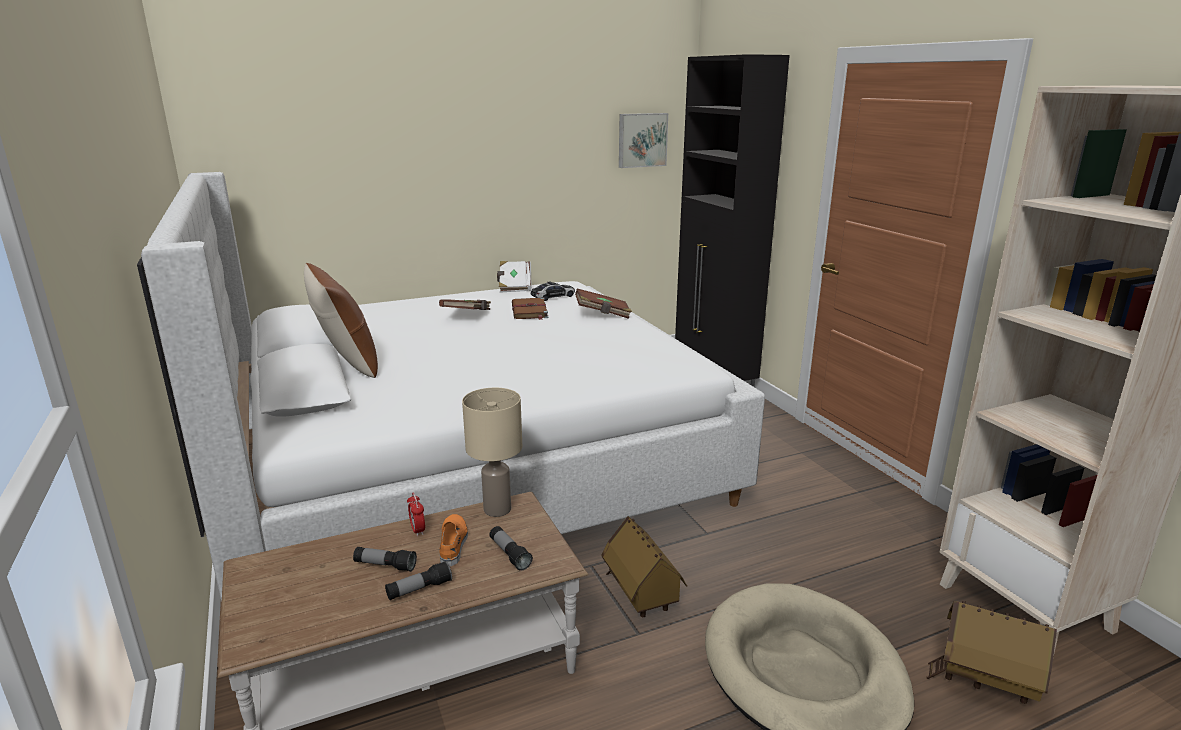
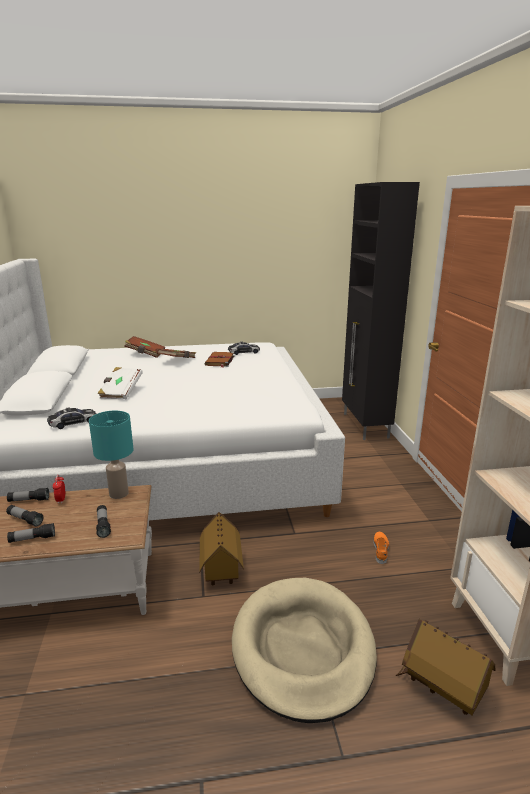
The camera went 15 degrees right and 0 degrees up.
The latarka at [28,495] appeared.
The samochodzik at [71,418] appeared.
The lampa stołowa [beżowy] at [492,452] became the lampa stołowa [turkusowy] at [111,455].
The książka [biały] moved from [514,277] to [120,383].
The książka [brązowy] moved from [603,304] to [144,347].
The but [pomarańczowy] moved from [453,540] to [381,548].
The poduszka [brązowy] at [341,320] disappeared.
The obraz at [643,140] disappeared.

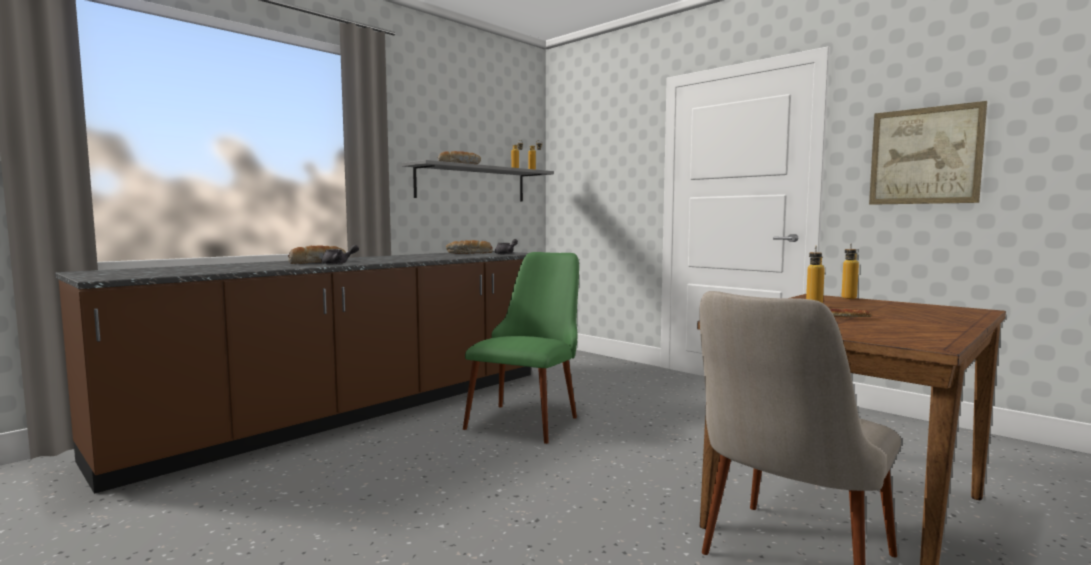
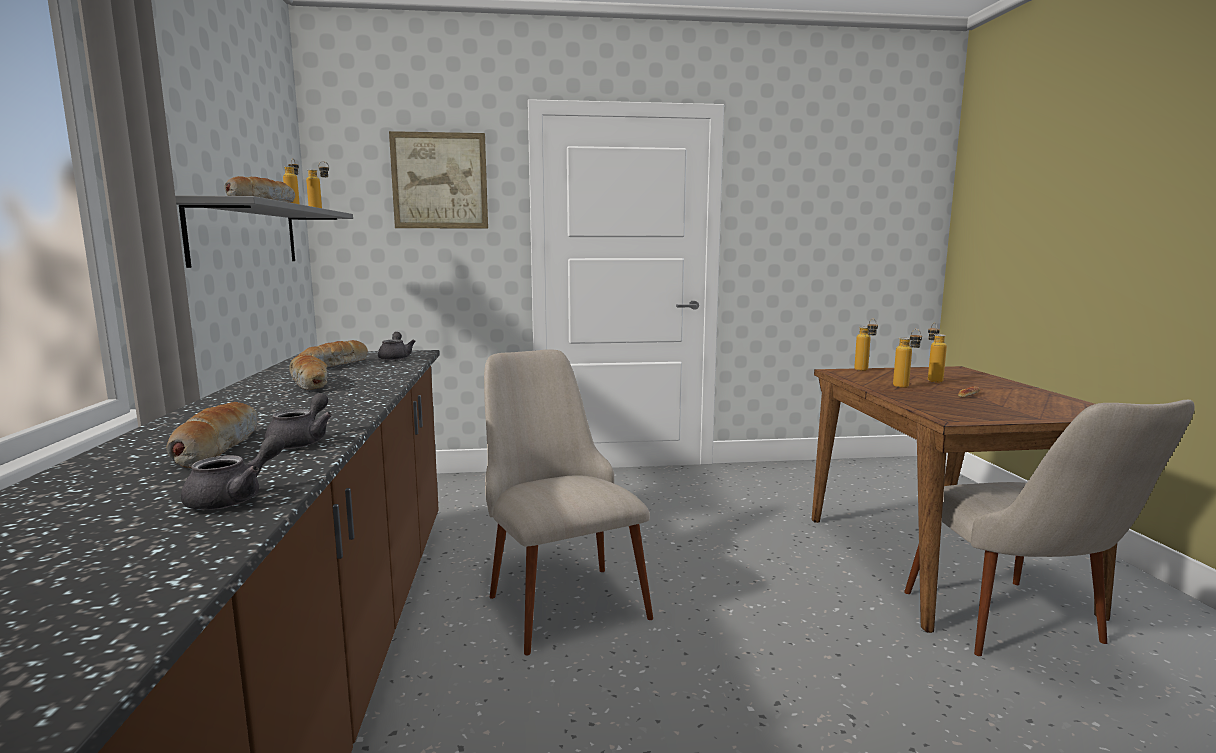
The camera went 50 degrees left and 5 degrees up.
The imbryk [szary] at [233,472] appeared.
The chleb at [308,372] appeared.
The obraz moved from [928,153] to [438,180].
The krzesło [zielony] at [521,348] became the krzesło [beżowy] at [568,502].
The butelka at [937,353] appeared.

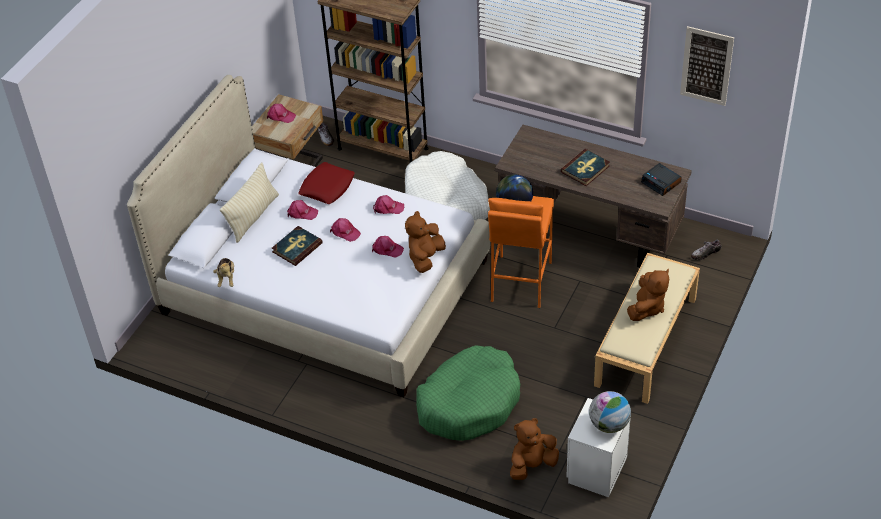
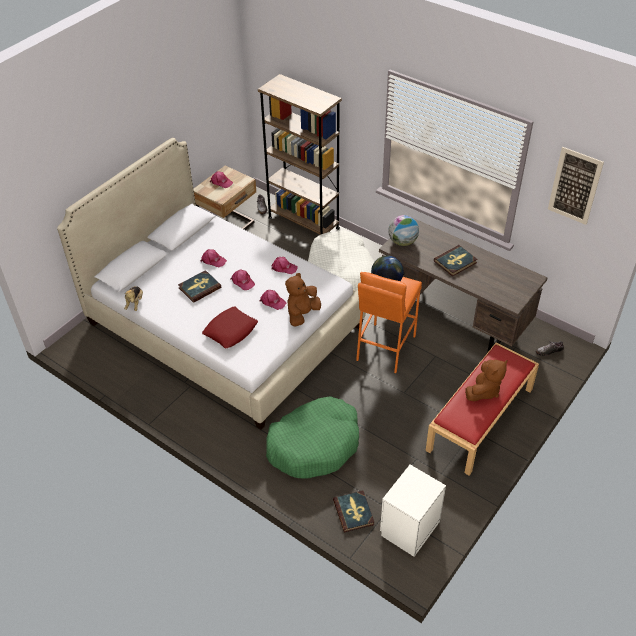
The camera went 10 degrees right and 0 degrees up.
The poduszka [czerwony] moved from [326,183] to [230,327].
The pluszak [brązowy] at [534,449] was replaced by the książka at [353,511].
The globus moved from [610,412] to [403,230].
The ławka [beżowy] at [647,328] became the ławka [czerwony] at [482,409].
The poduszka [beżowy] at [249,203] disappeared.
The budzik at [661,179] disappeared.

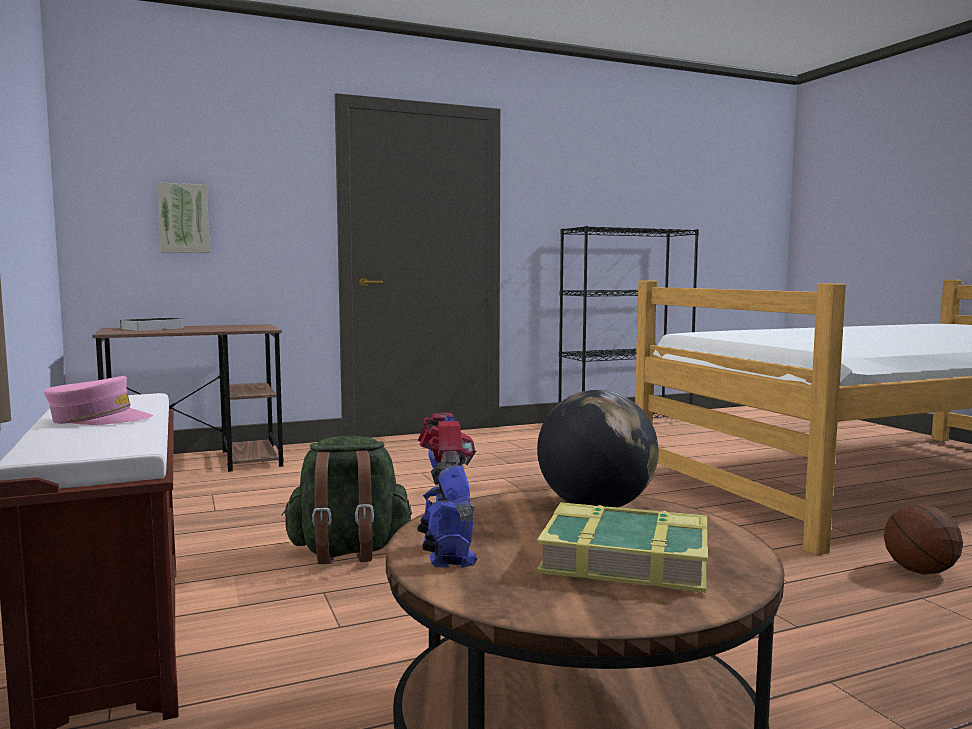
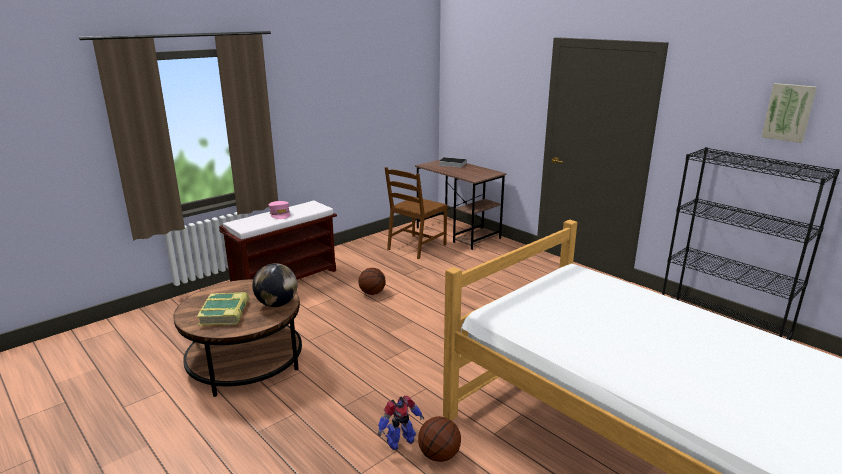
The camera went 70 degrees right and 15 degrees up.
The plecak [zielony] at [347,500] was replaced by the piłka do koszykówki at [372,281].
The robot zabawkowy moved from [447,490] to [401,423].
The krzesło [brązowy] at [416,213] appeared.
The obraz moved from [183,217] to [789,113].

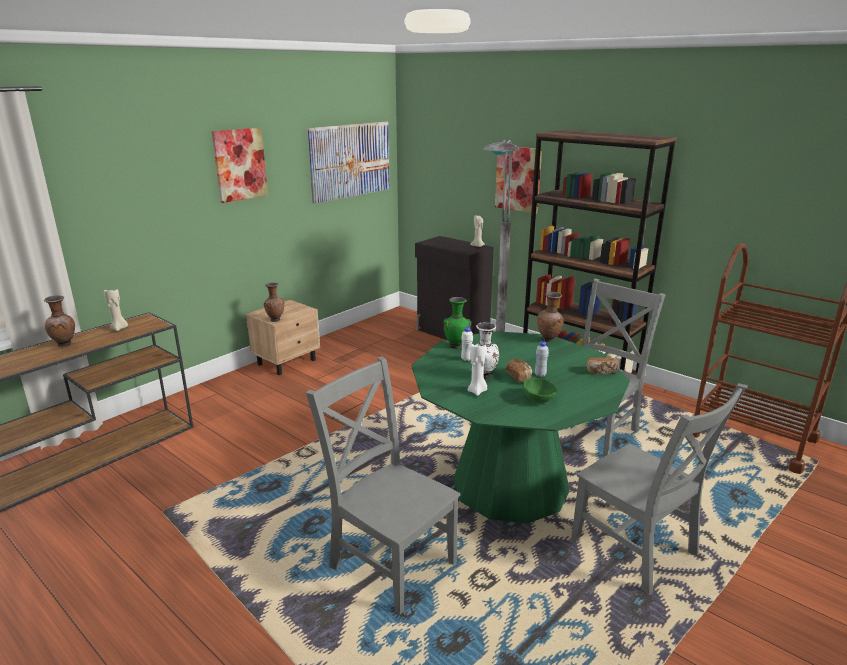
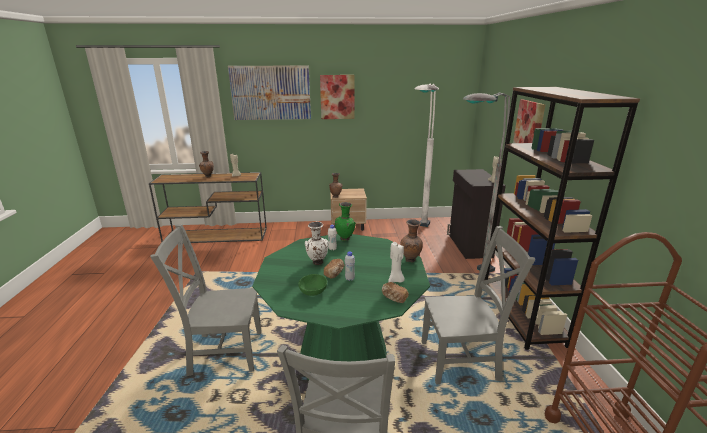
The camera went 45 degrees right and 0 degrees up.
The krzesło [szary] at [383,485] turned 90 degrees counterclockwise.
The obraz moved from [348,163] to [269,92].
The świeca [biały] moved from [477,370] to [396,262].
The lampa stojąca [biały] at [427,155] appeared.

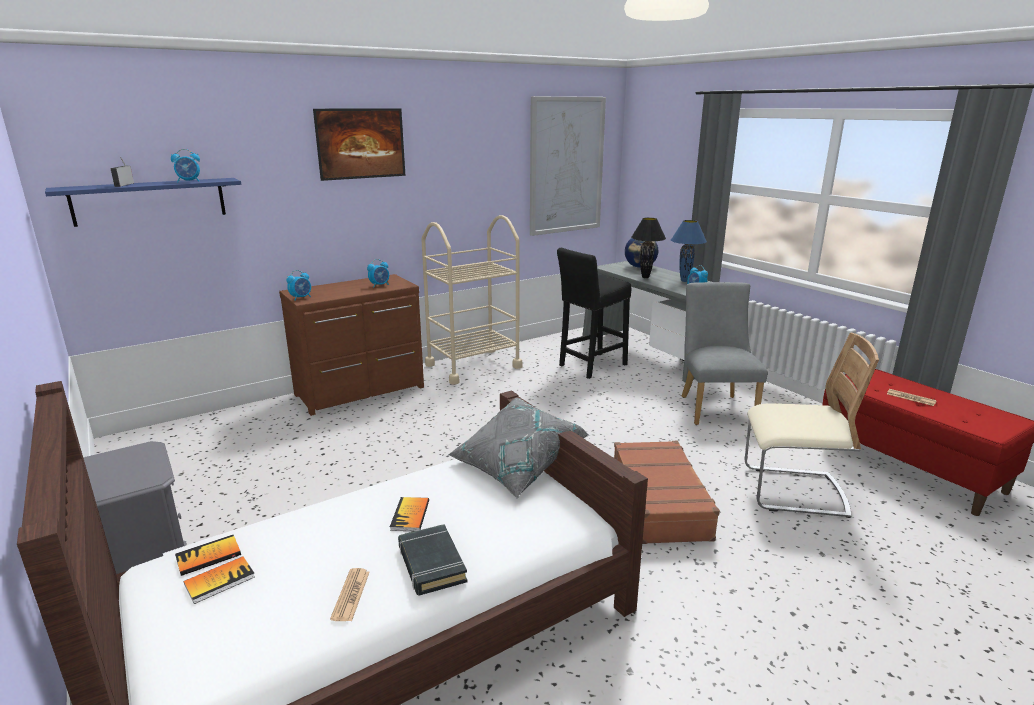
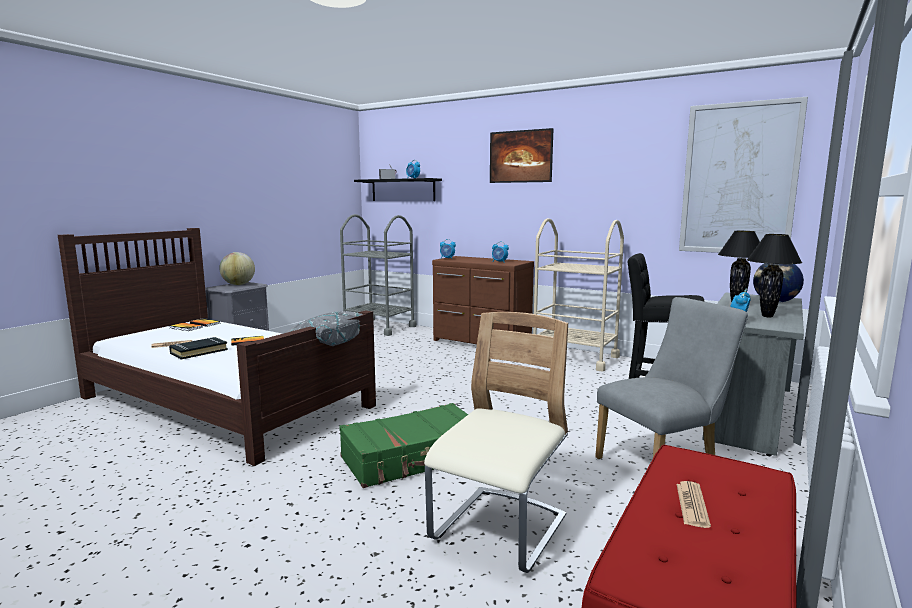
The camera went 65 degrees right and 10 degrees down.
The globus at [237,268] appeared.
The walizka [brązowy] at [667,492] became the walizka [zielony] at [403,445].
The wózek [szary] at [378,275] appeared.
The półka [niebieski] at [143,202] became the półka [czarny] at [398,189].
The krzesło [beżowy] at [811,425] turned 135 degrees counterclockwise.
The lampa stołowa [niebieski] at [689,251] became the lampa stołowa [czarny] at [774,275].

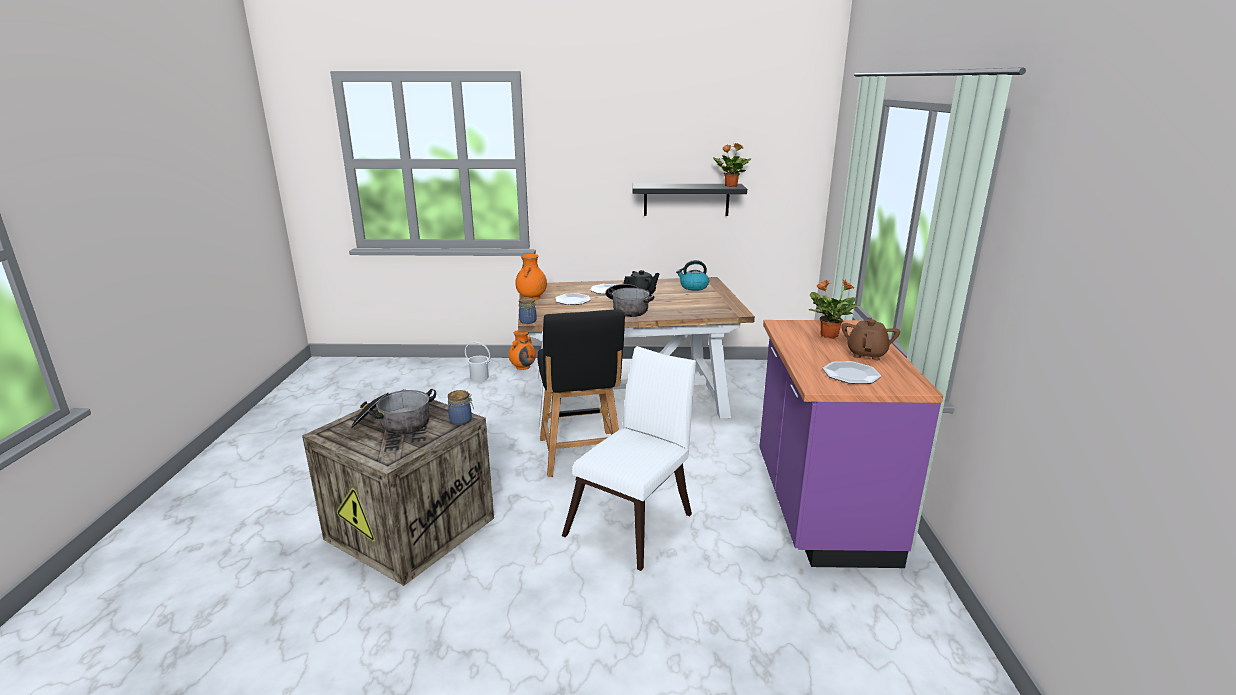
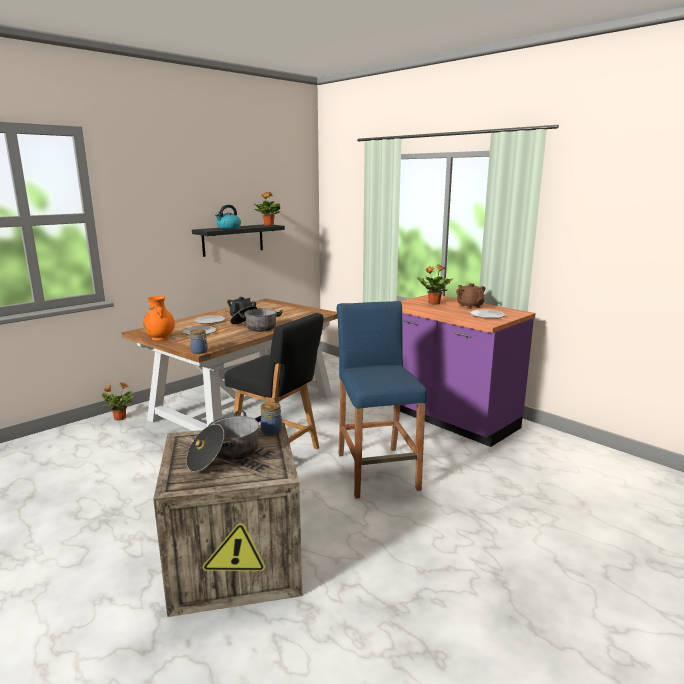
The camera went 45 degrees left and 5 degrees down.
The wazon [pomarańczowy] at [522,350] was replaced by the roślina doniczkowa at [117,401].
The czajnik moved from [692,275] to [228,217].
The krzesło [biały] at [629,458] was replaced by the stołek [niebieski] at [382,400].
The wiadro [biały] at [477,361] disappeared.

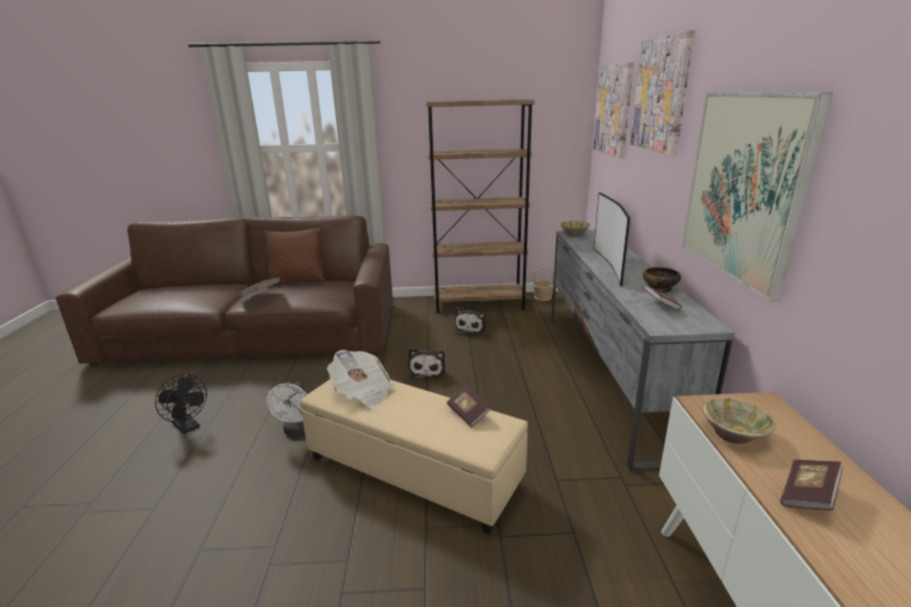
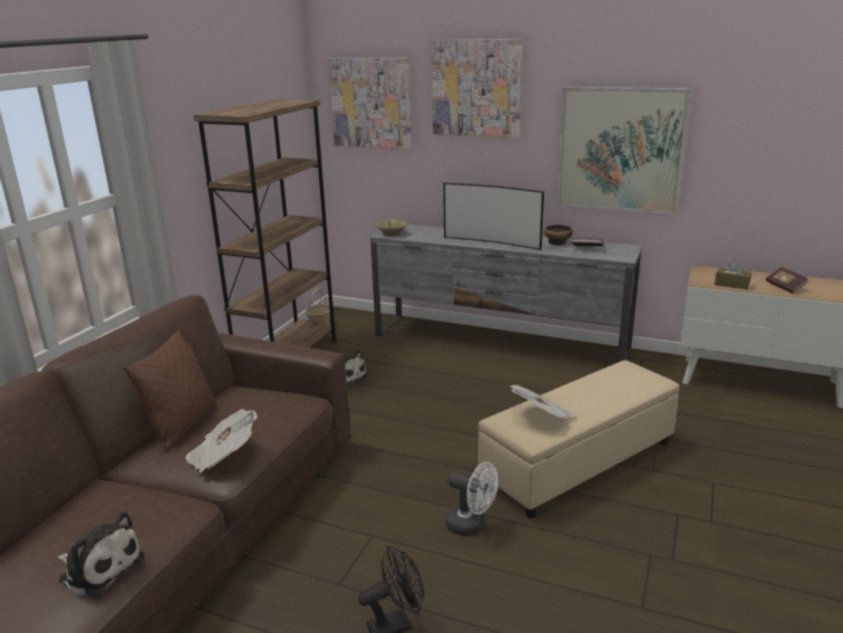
The camera went 65 degrees left and 0 degrees up.
The pluszak moved from [426,363] to [101,554].
The miska [beżowy] at [739,420] was replaced by the pudełko chusteczek [brązowy] at [733,275].
The książka at [469,406] disappeared.

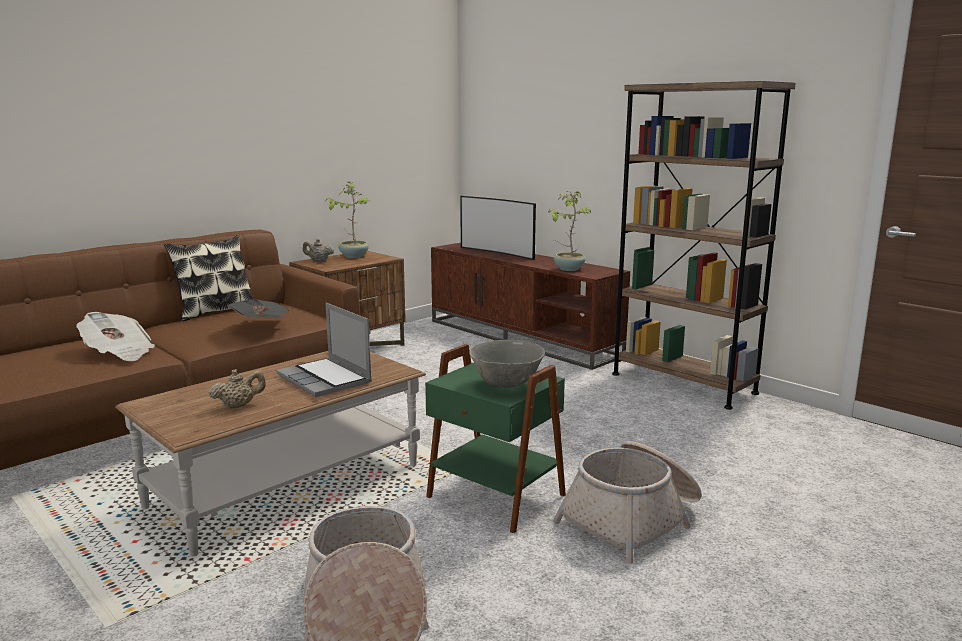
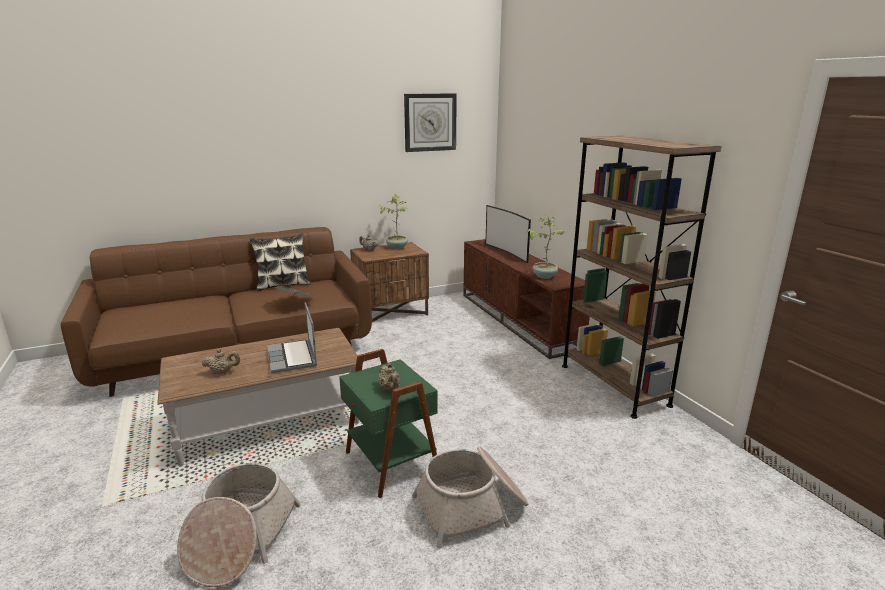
The camera went 20 degrees right and 5 degrees up.
The miska [szary] at [507,364] was replaced by the imbryk [beżowy] at [389,377].
The zegar ścienny at [430,123] appeared.
The gazeta at [115,336] disappeared.

